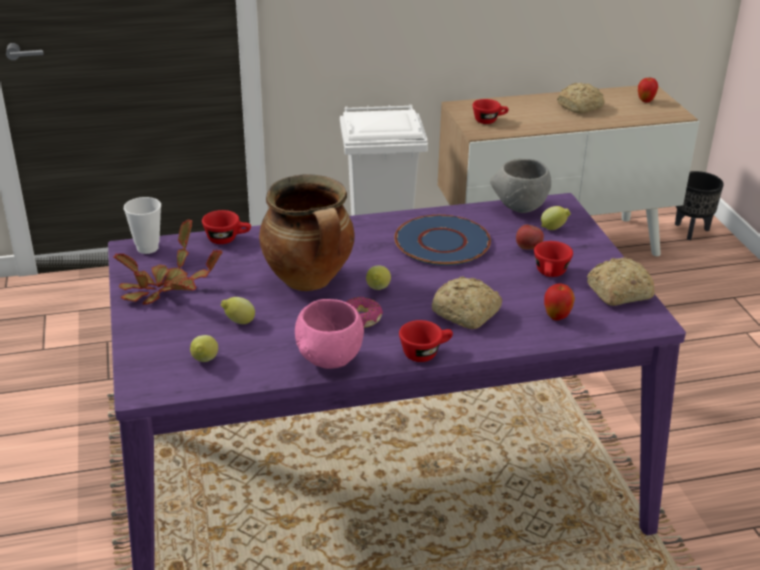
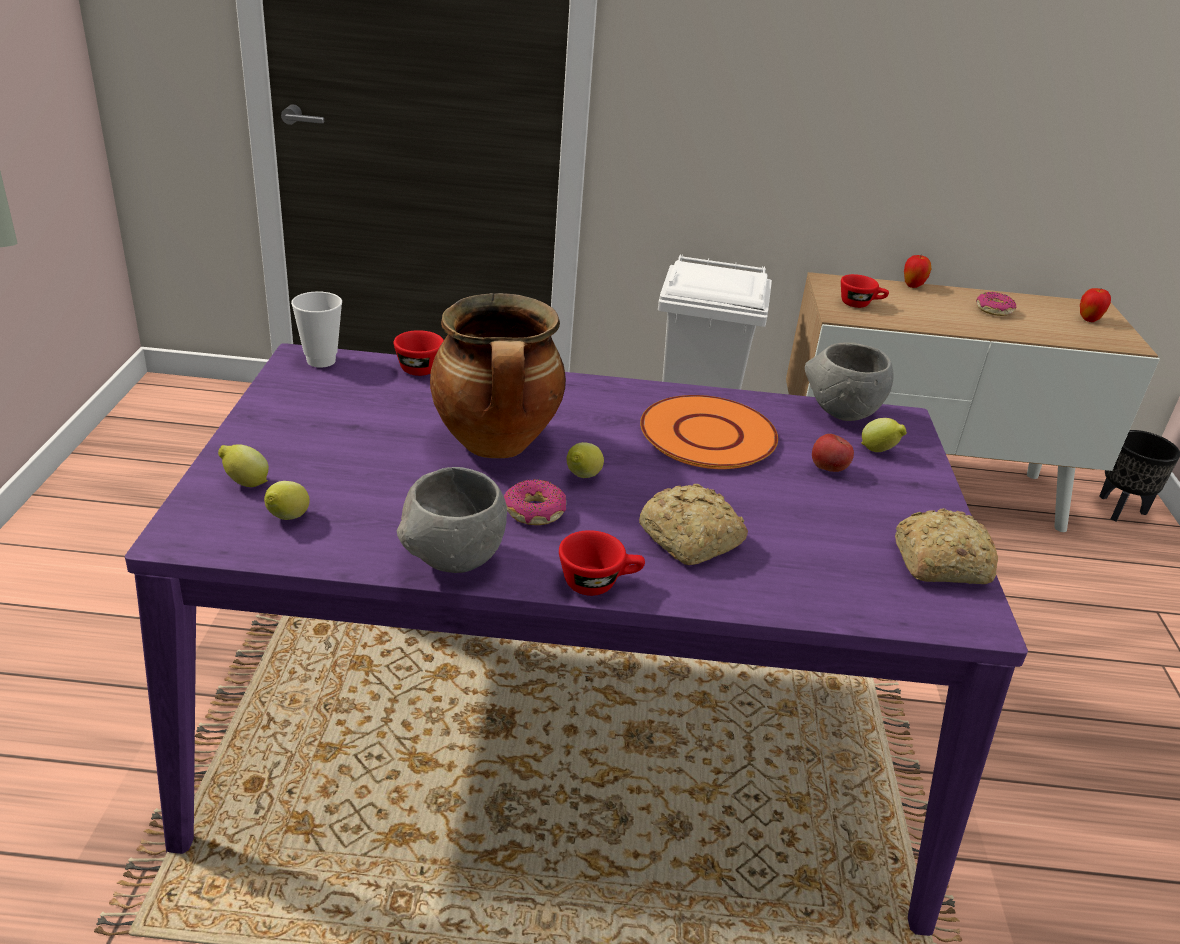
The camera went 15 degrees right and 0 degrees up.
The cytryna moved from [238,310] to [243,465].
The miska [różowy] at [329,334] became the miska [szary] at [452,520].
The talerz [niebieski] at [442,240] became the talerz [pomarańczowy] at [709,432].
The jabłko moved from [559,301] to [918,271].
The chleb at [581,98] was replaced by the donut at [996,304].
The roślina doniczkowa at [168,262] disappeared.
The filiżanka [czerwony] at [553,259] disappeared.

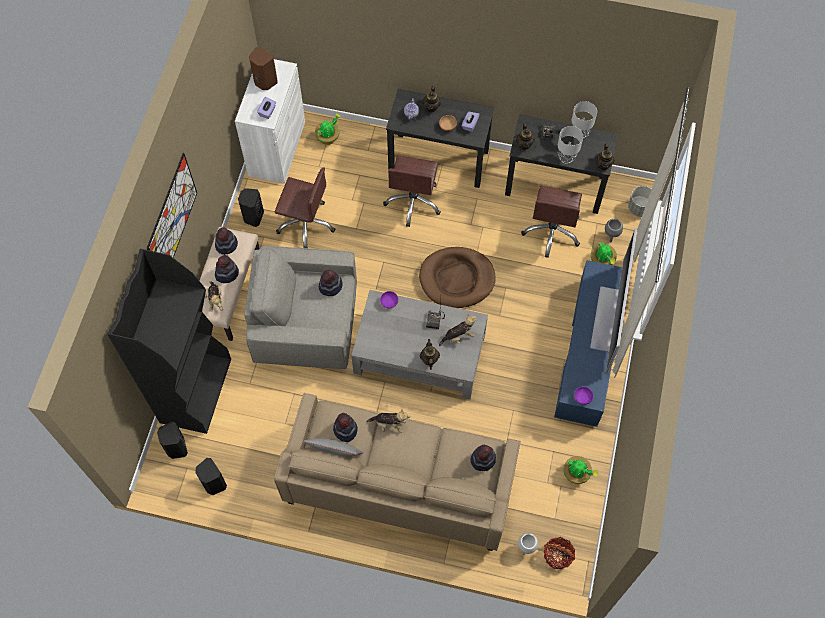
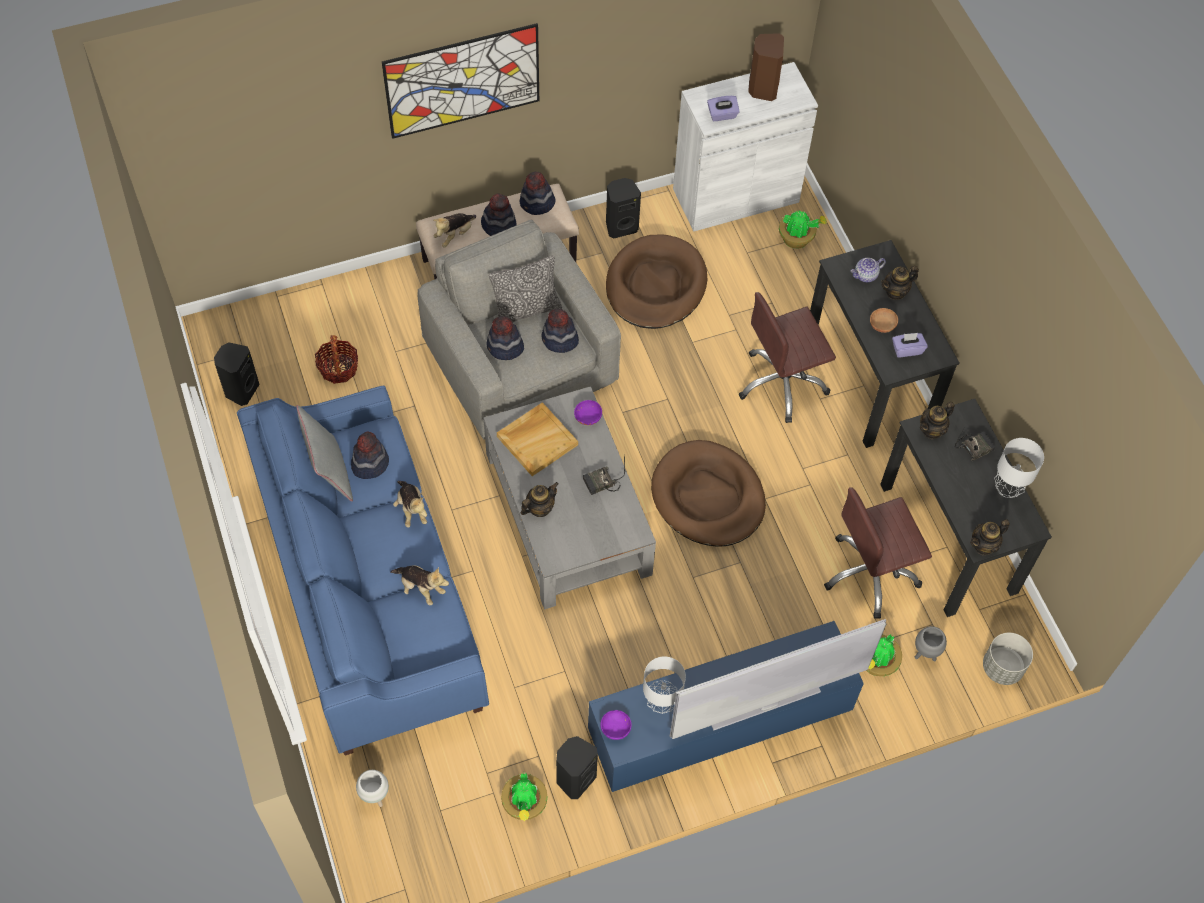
The camera went 55 degrees right and 5 degrees down.
The kanapa [beżowy] at [397,472] became the kanapa [niebieski] at [363,571].
The koszyk moved from [559,553] to [336,359].
The pluszak moved from [458,330] to [419,585].
The kapelusz moved from [483,458] to [505,338].
The poduszka at [525,289] appeared.
The taca [beżowy] at [537,439] appeared.
The głośnik [czarny] moved from [172,440] to [577,767].
The krzesło biurowe [brązowy] at [305,207] was replaced by the legowisko [brązowy] at [656,281].
The lampa stołowa [szary] moved from [570,145] to [664,685].
The regał [czarny] at [169,341] disappeared.

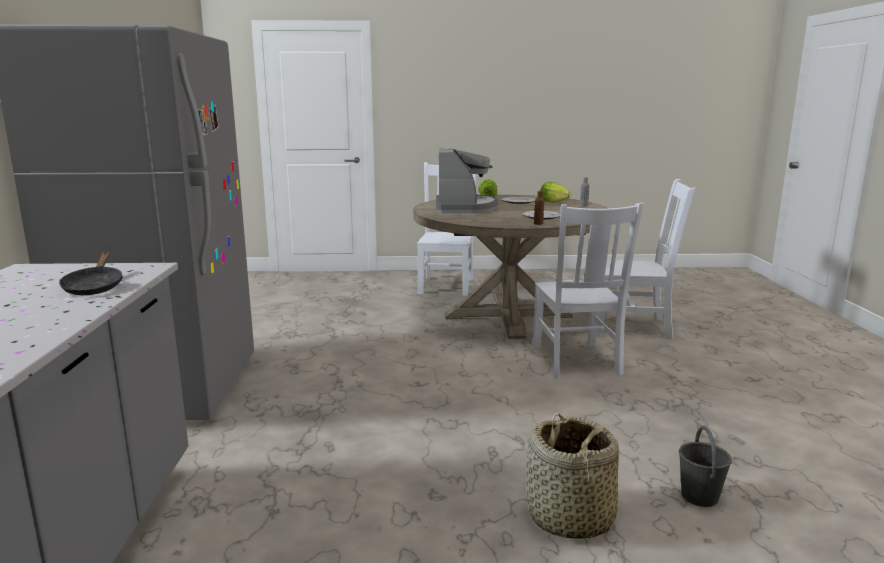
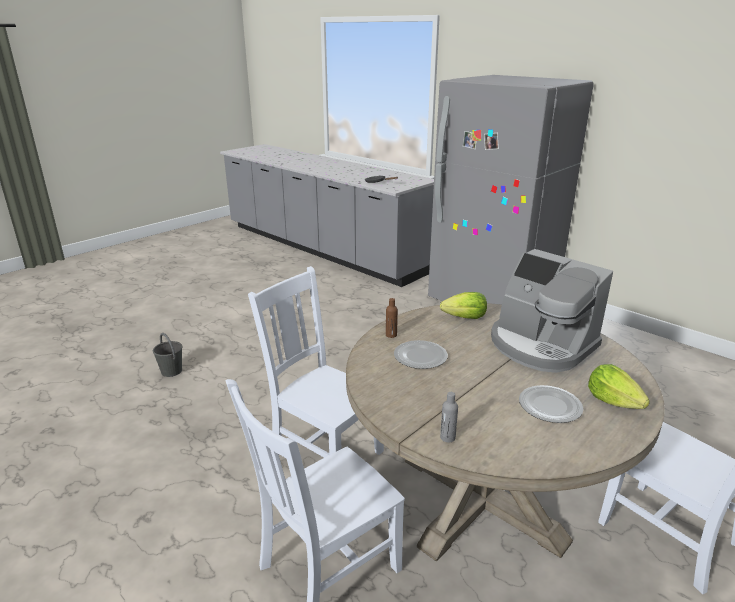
The camera went 135 degrees right and 10 degrees up.
The sałata moved from [555,192] to [463,305].
The koszyk at [572,476] disappeared.

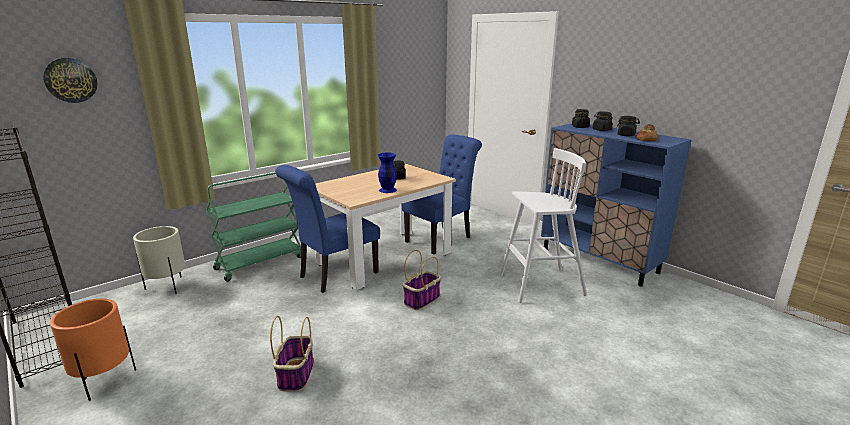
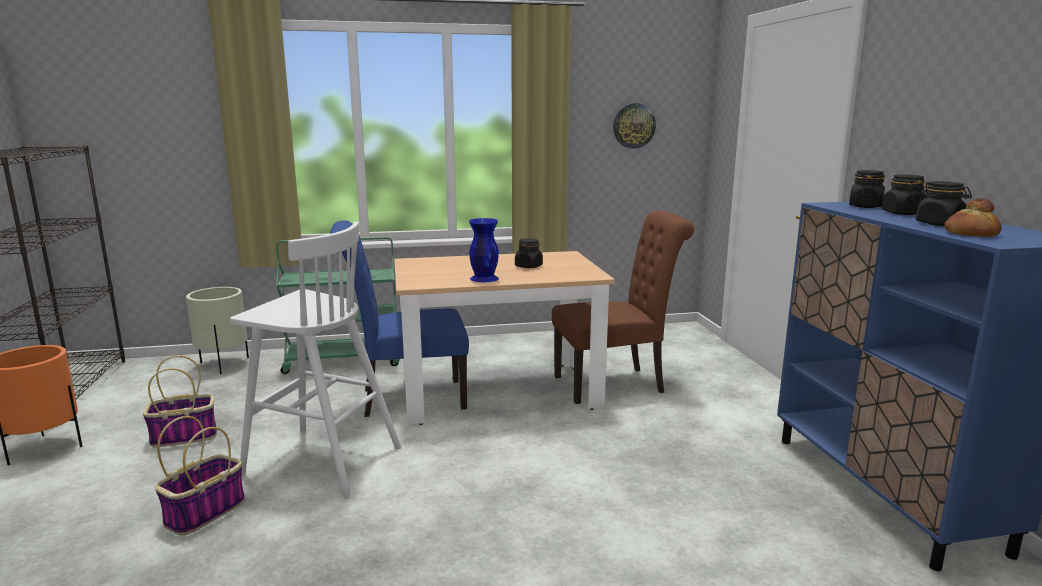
The camera went 30 degrees right and 5 degrees down.
The koszyk moved from [422,280] to [180,401].
The stołek [biały] moved from [543,225] to [315,360].
The krzesło [niebieski] at [442,195] became the krzesło [brązowy] at [623,307].
The zegar ścienny moved from [70,80] to [634,126].

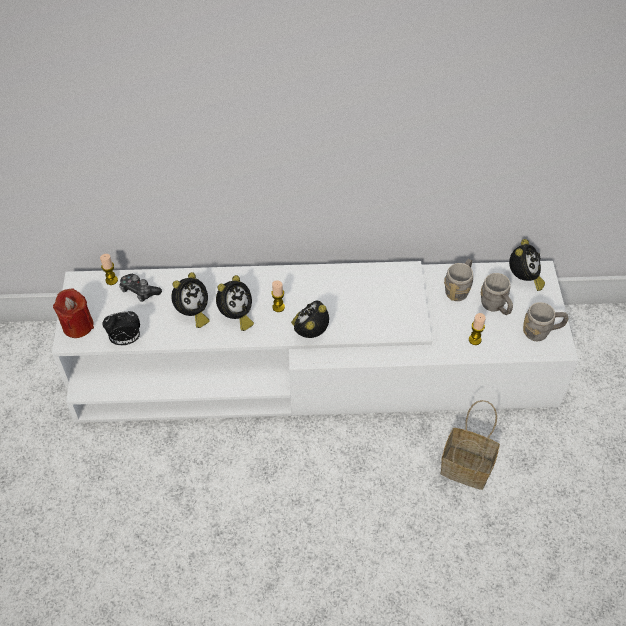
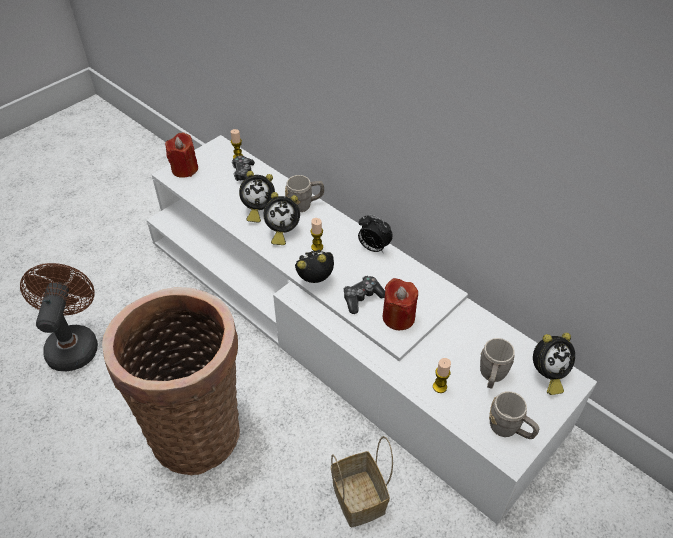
The camera went 45 degrees right and 5 degrees down.
The wentylator [brązowy] at [59,317] appeared.
The koszyk at [171,381] appeared.
The kubek [szary] moved from [458,280] to [304,193].
The pad do gier at [364,295] appeared.
The budzik moved from [121,328] to [375,233].
The świeca [czerwony] at [400,304] appeared.

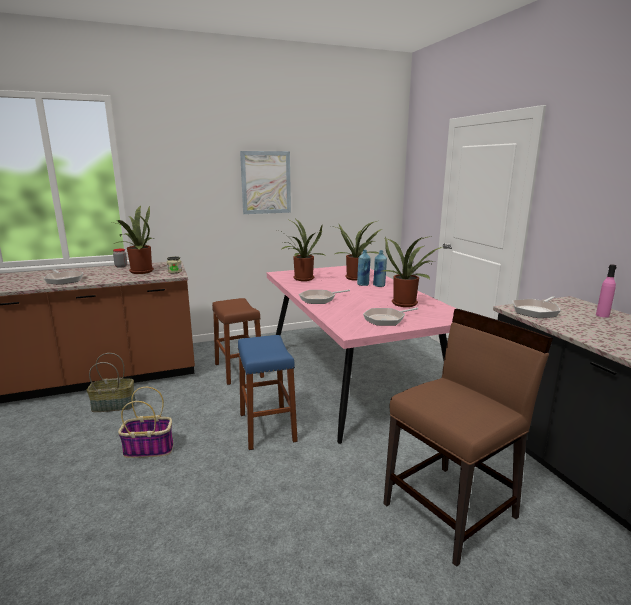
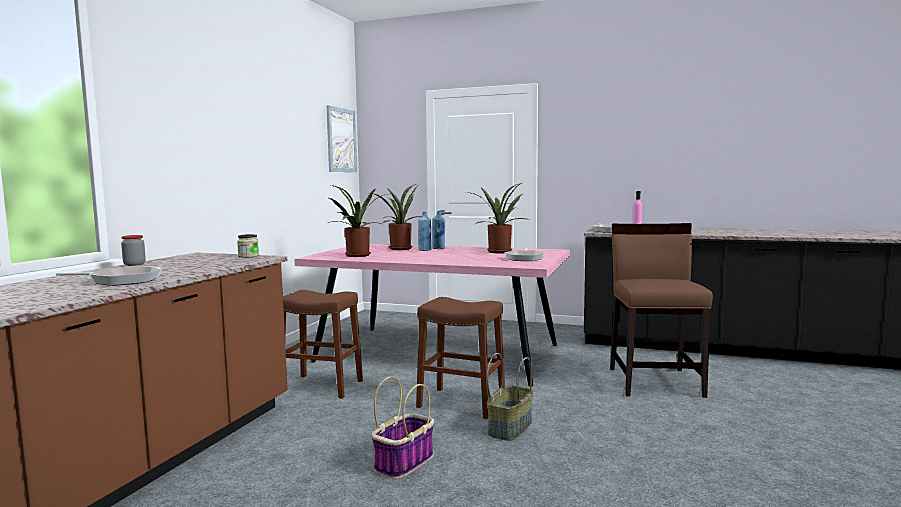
The camera went 50 degrees left and 10 degrees down.
The obraz moved from [265,182] to [341,138].
The stołek [niebieski] at [268,392] became the stołek [brązowy] at [460,358].
The koszyk moved from [111,382] to [510,397].
The roślina doniczkowa at [132,240] disappeared.
The patelnia at [324,297] disappeared.

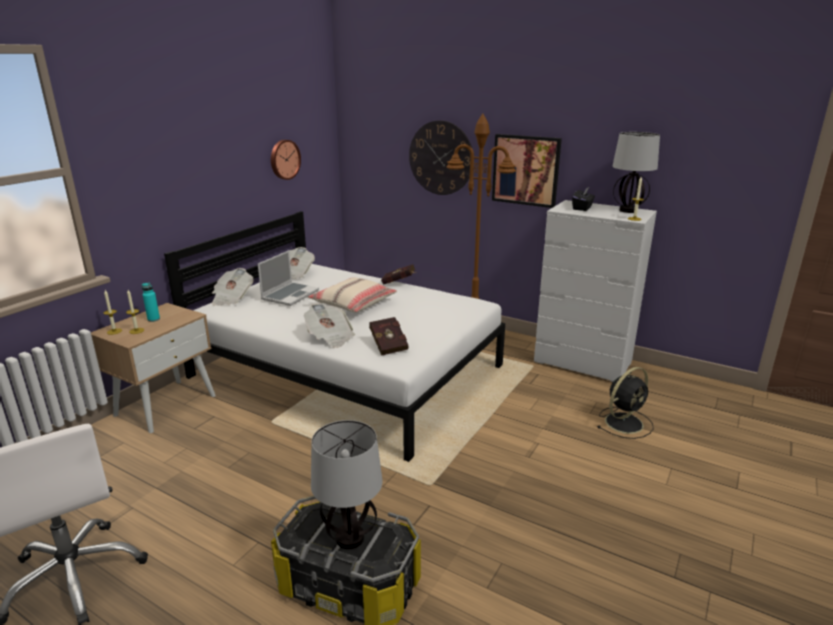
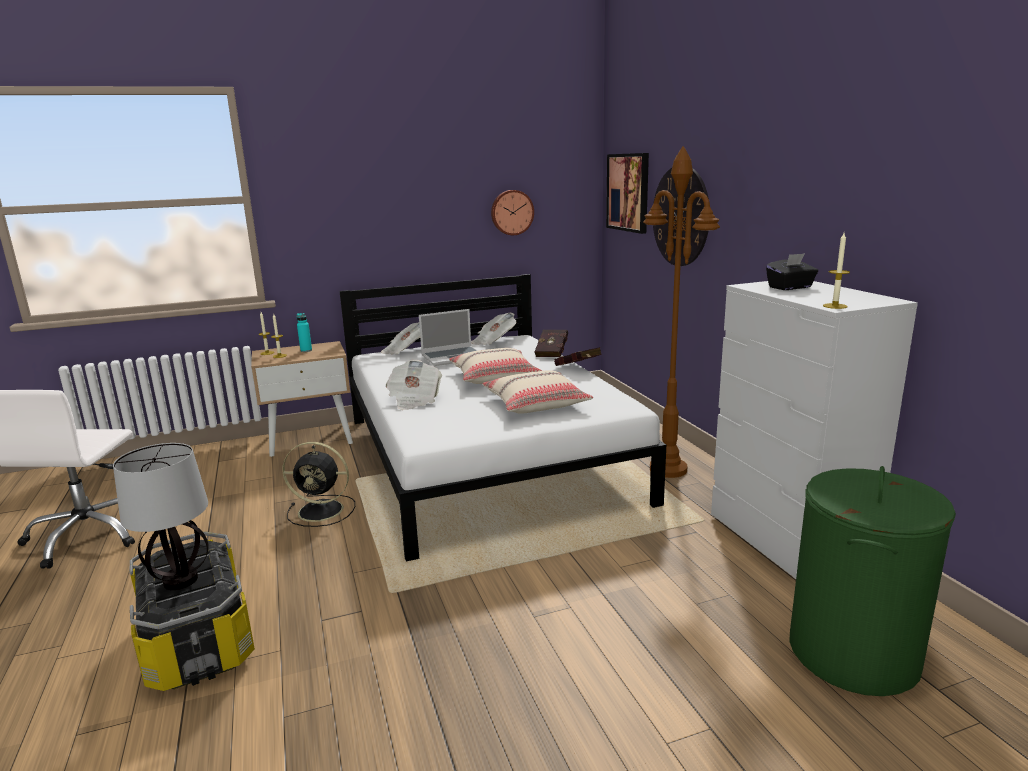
The camera went 40 degrees right and 5 degrees down.
The wentylator [czarny] moved from [625,403] to [318,484].
The poduszka [beżowy] at [537,392] appeared.
The książka [czerwony] moved from [389,336] to [551,343].
The obraz moved from [527,171] to [627,193].
The kosz na pranie [zielony] at [872,581] appeared.
The lampa stołowa at [636,172] disappeared.

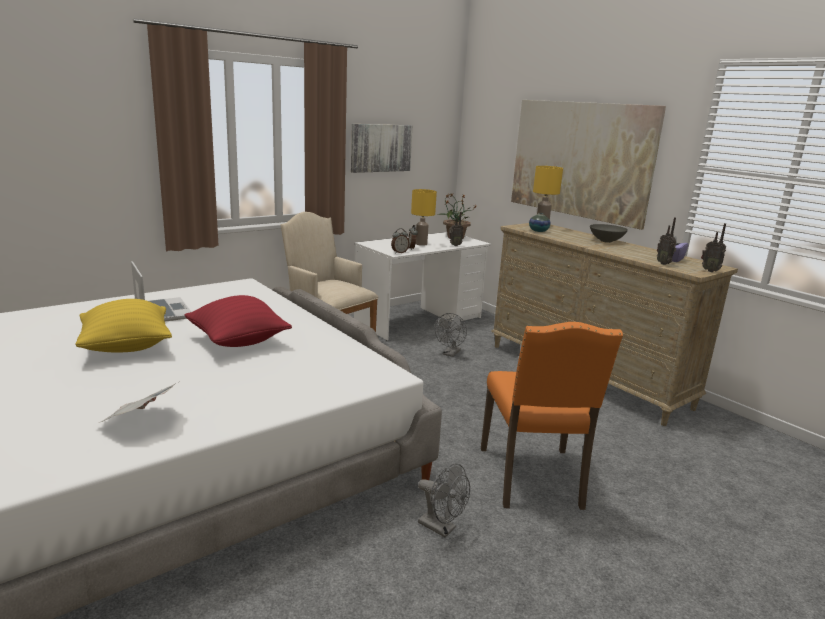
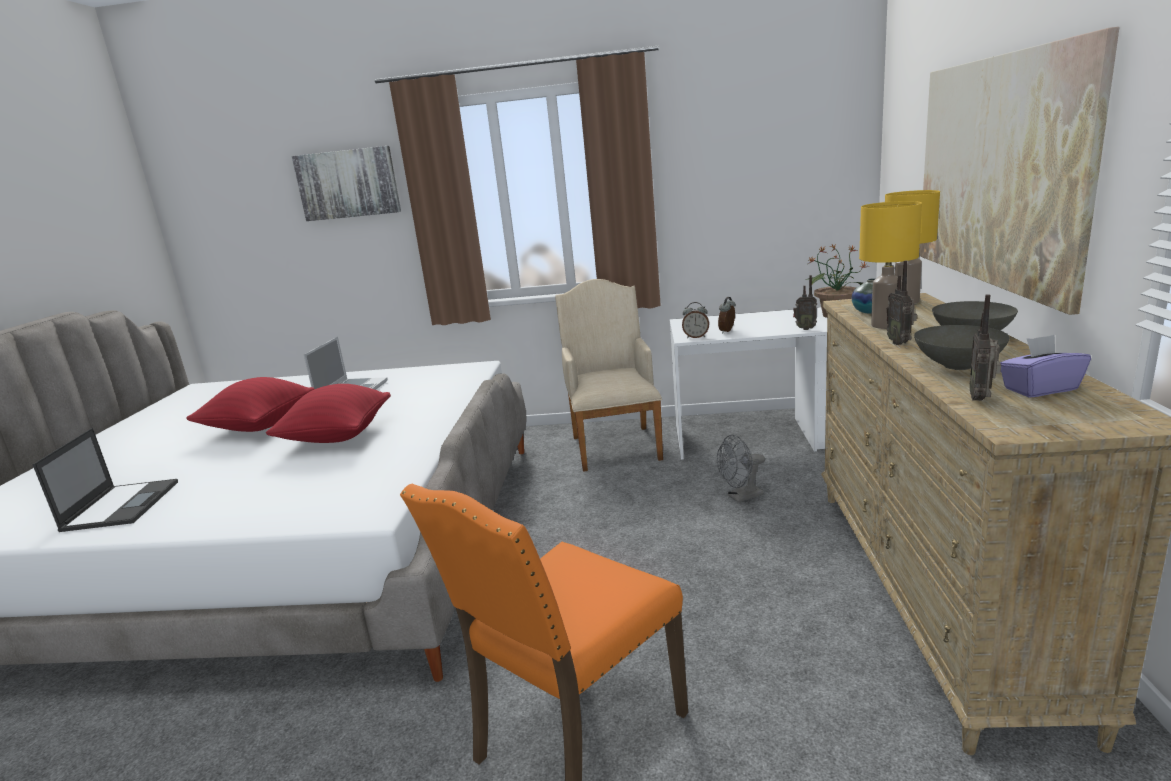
The camera went 45 degrees right and 0 degrees up.
The gazeta at [137,403] was replaced by the laptop at [105,480].
The poduszka [żółty] at [123,326] became the poduszka [czerwony] at [250,404].
The obraz moved from [381,148] to [346,183].
The lampa stołowa [żółty] moved from [424,217] to [890,265].
The radio moved from [713,247] to [902,303].
The miska [szary] at [962,347] appeared.
The wentylator [szary] at [444,500] disappeared.

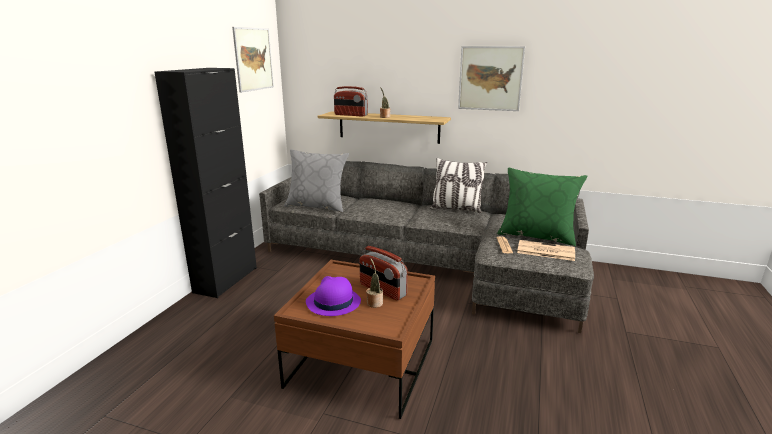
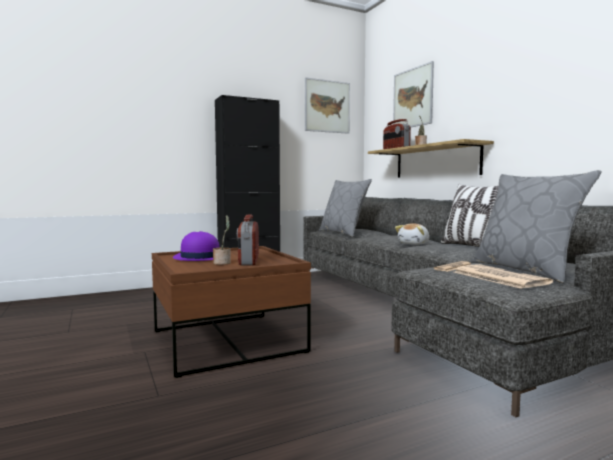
The camera went 45 degrees right and 15 degrees down.
The obraz moved from [491,78] to [413,94].
The pluszak at [412,234] appeared.
The poduszka [zielony] at [542,207] became the poduszka [szary] at [536,226].

